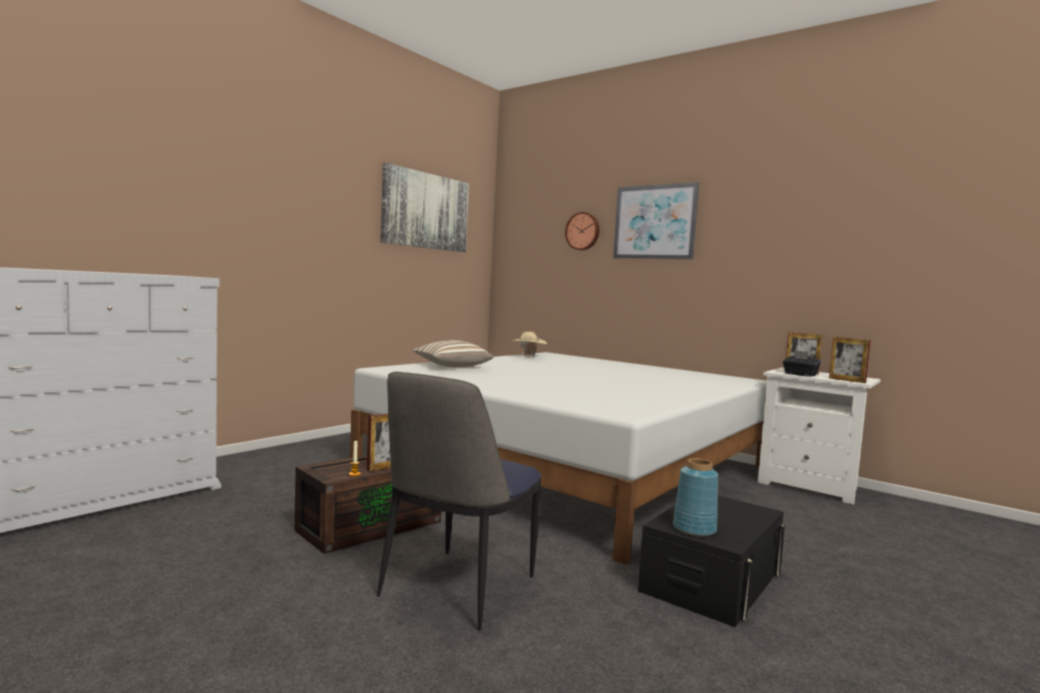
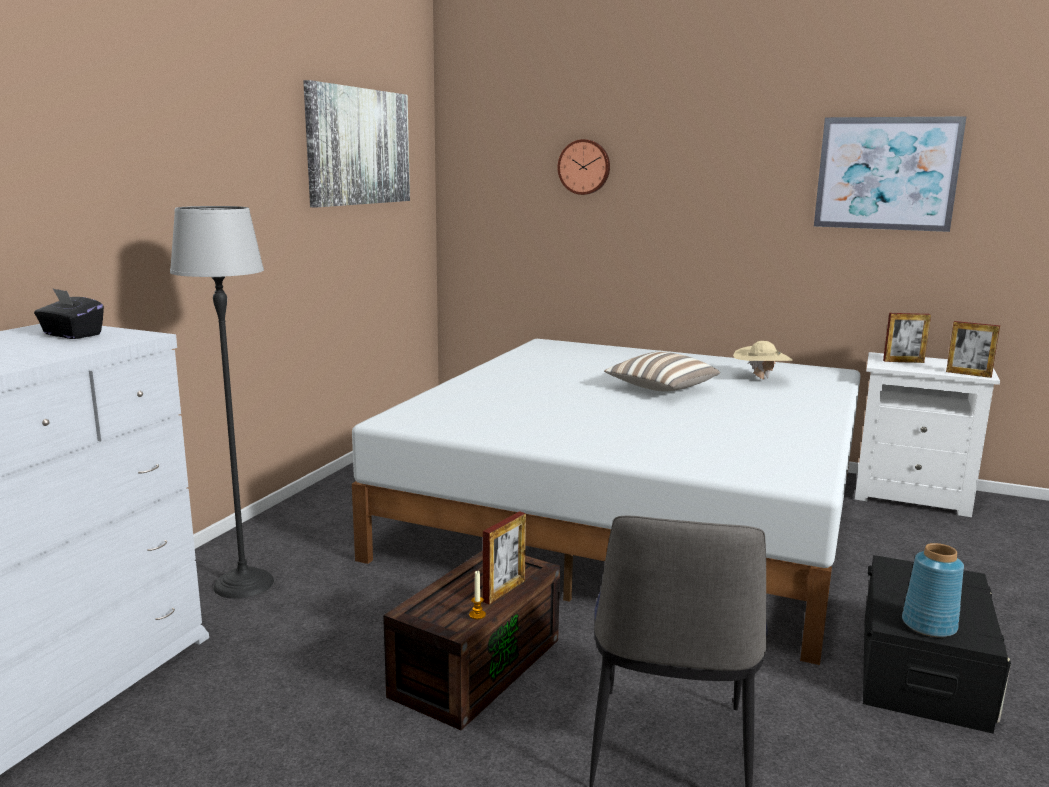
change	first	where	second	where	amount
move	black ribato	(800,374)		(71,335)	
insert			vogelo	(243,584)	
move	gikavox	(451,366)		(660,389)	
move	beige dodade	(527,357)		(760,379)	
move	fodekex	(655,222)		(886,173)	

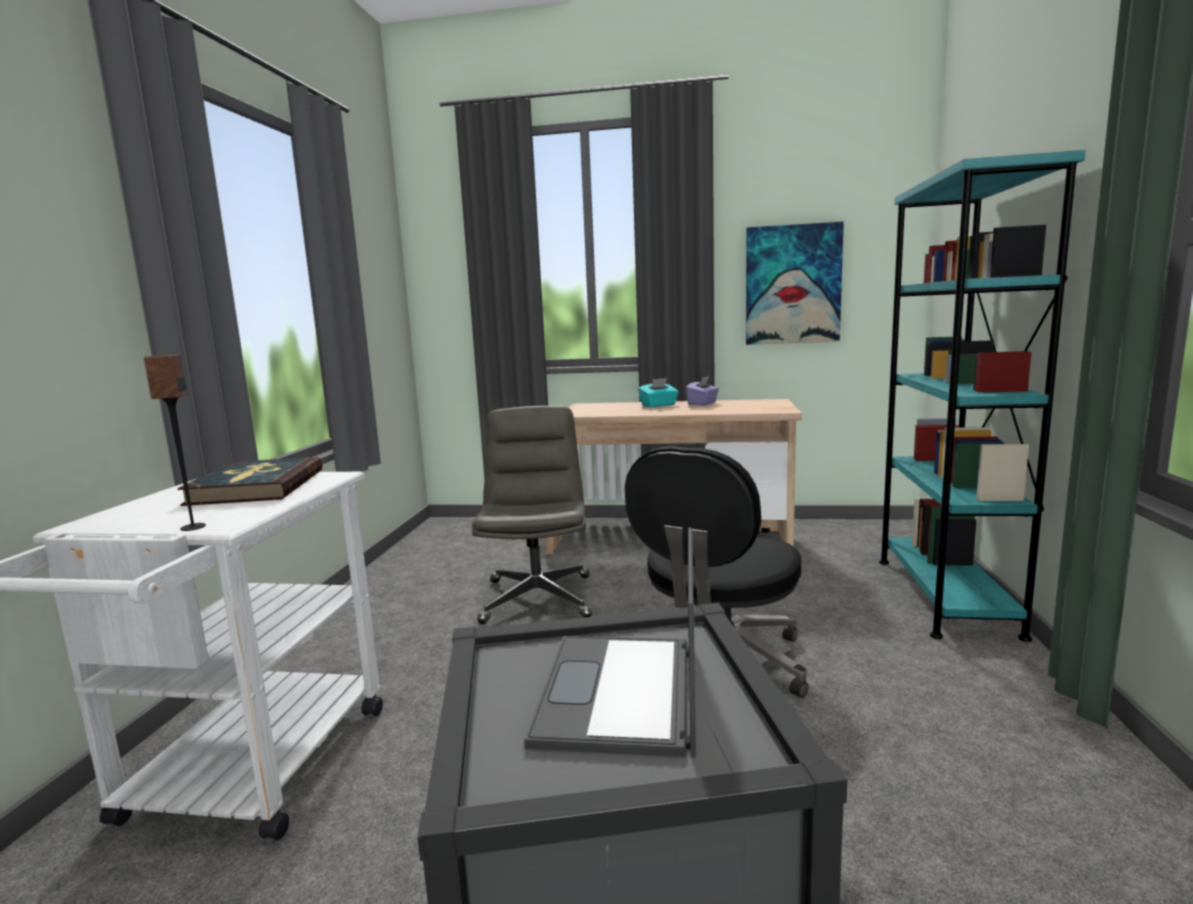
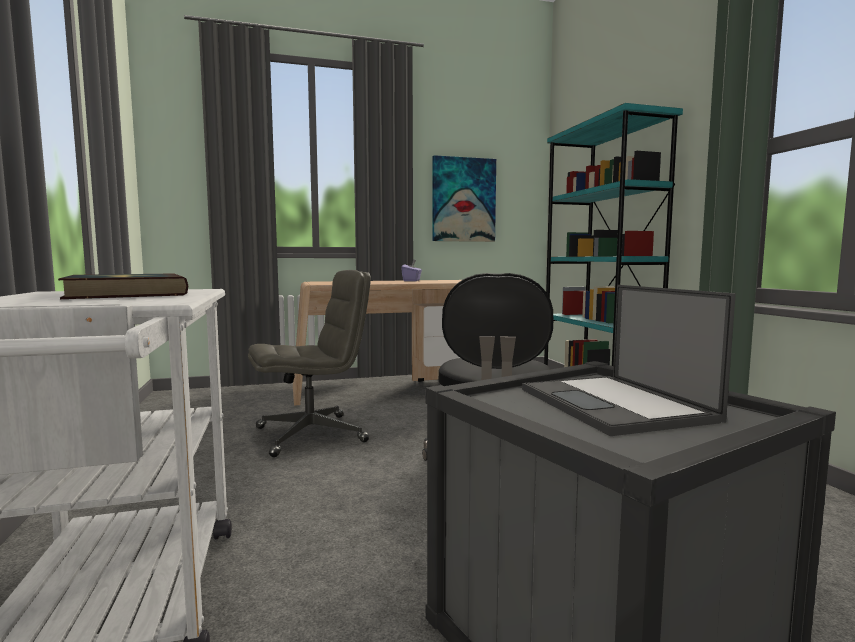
change	first	where	second	where	amount
rotate	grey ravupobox	(537,598)		(312,434)	90 degrees clockwise
delete	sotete	(192,527)			
delete	turquoise ribato	(658,405)			

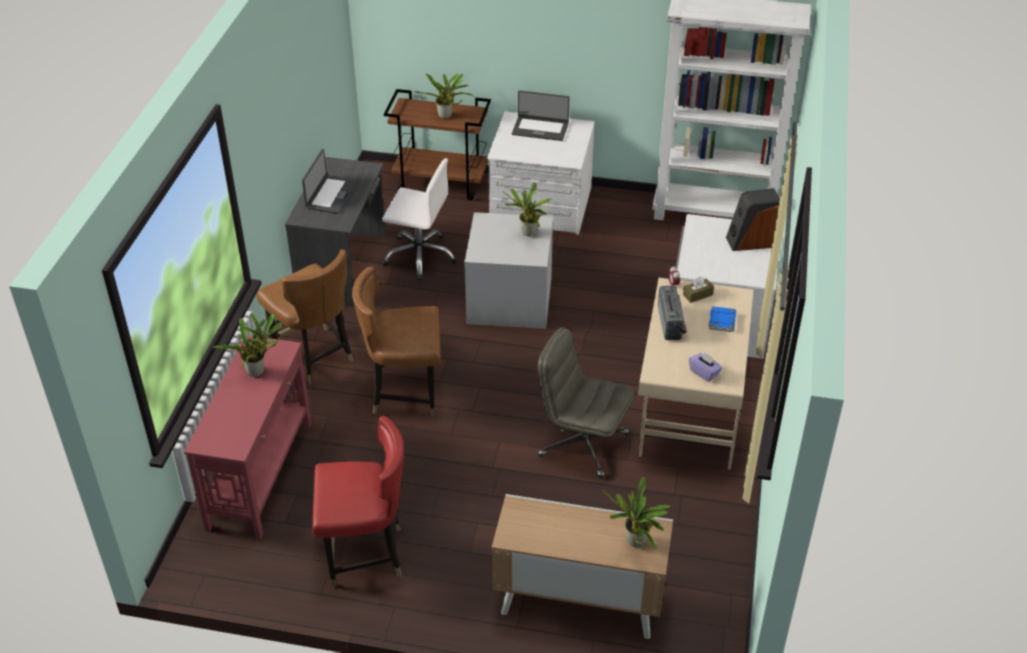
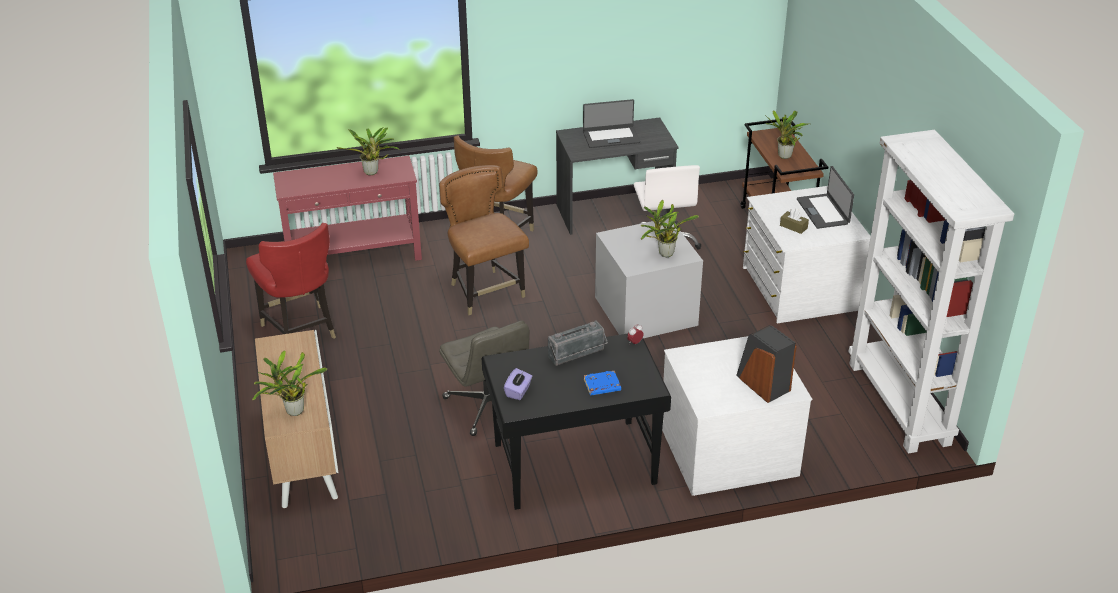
change	first	where	second	where	amount
rotate	grey ravupobox	(582,444)		(488,406)	150 degrees clockwise
recolor	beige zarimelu	(689,414)	black zarimelu	(573,463)	
move	brown ribato	(697,295)		(793,227)	

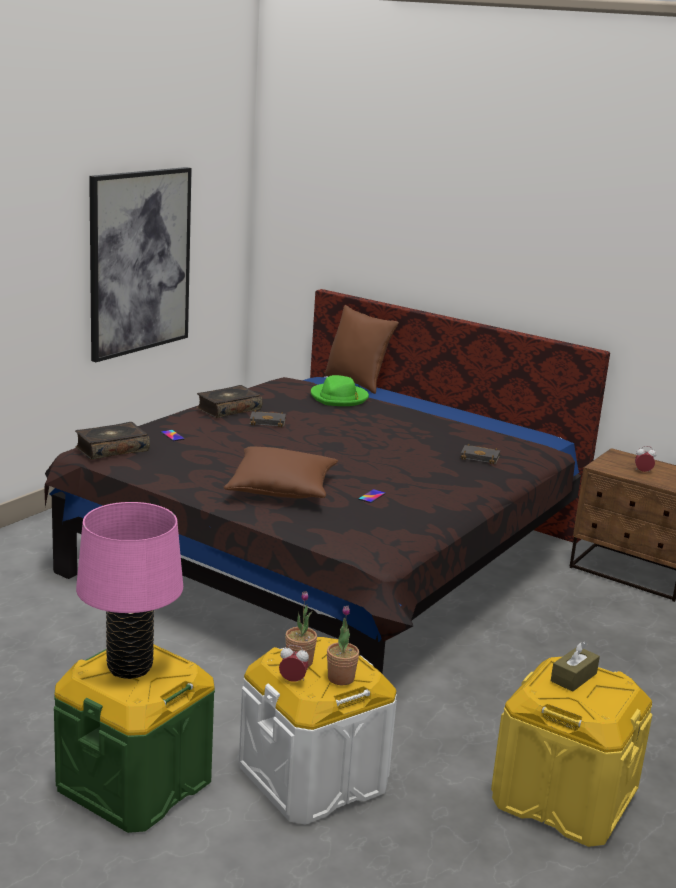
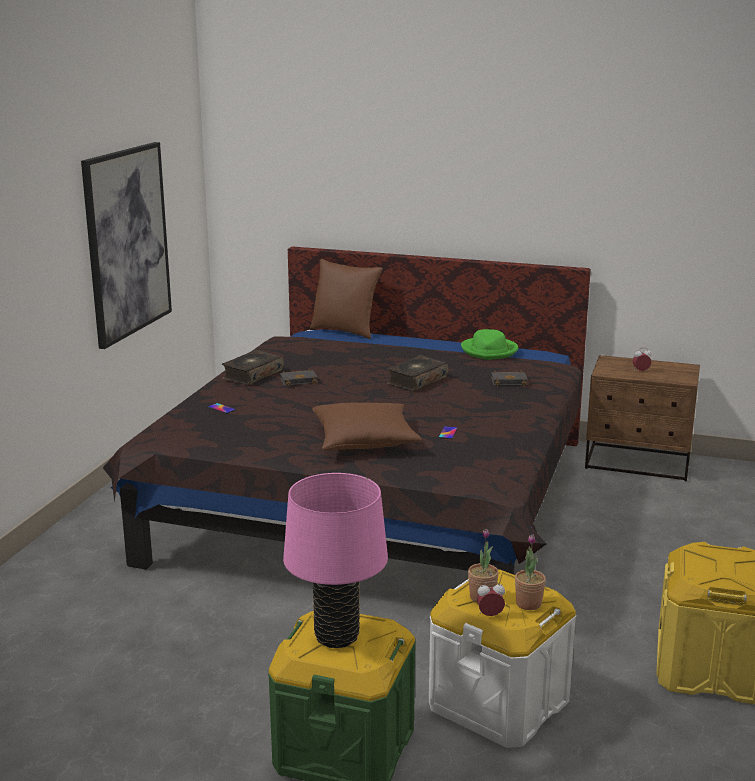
change	first	where	second	where	amount
move	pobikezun	(111,449)		(416,380)	
move	green dodade	(339,398)		(489,351)	
delete	brown ribato	(573,677)			

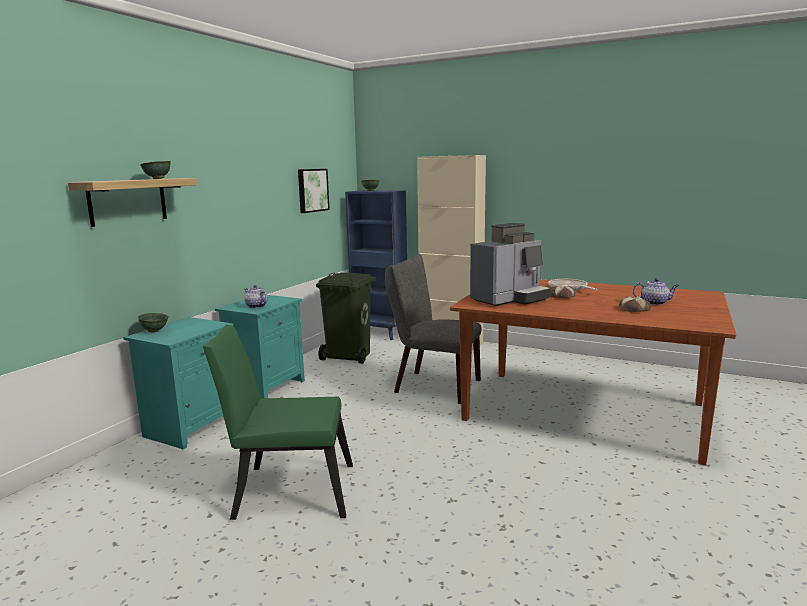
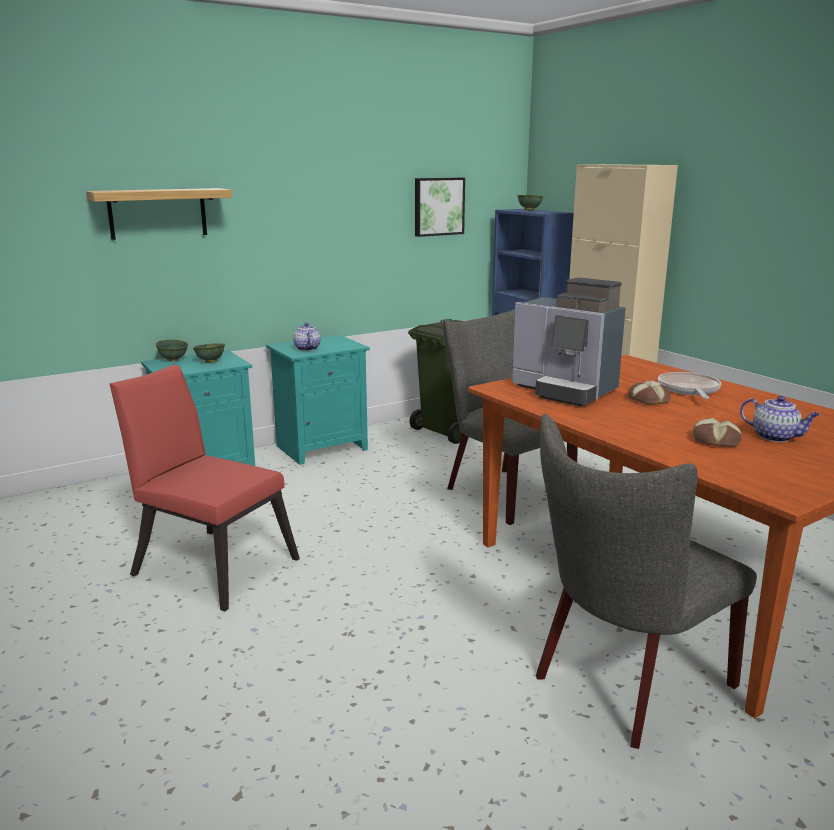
change	first	where	second	where	amount
recolor	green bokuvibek	(287,490)	red bokuvibek	(210,564)	
move	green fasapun	(157,179)		(210,362)	
rotate	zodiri	(510,299)		(565,391)	45 degrees clockwise
insert			grey bokuvibek	(625,684)	

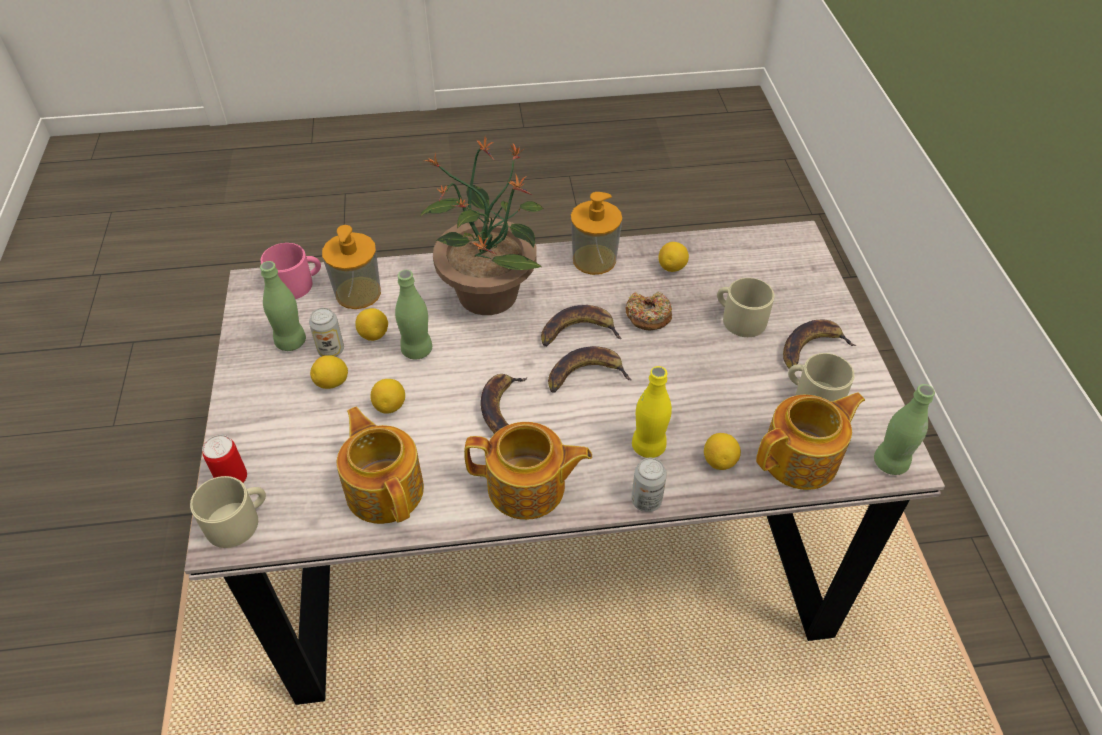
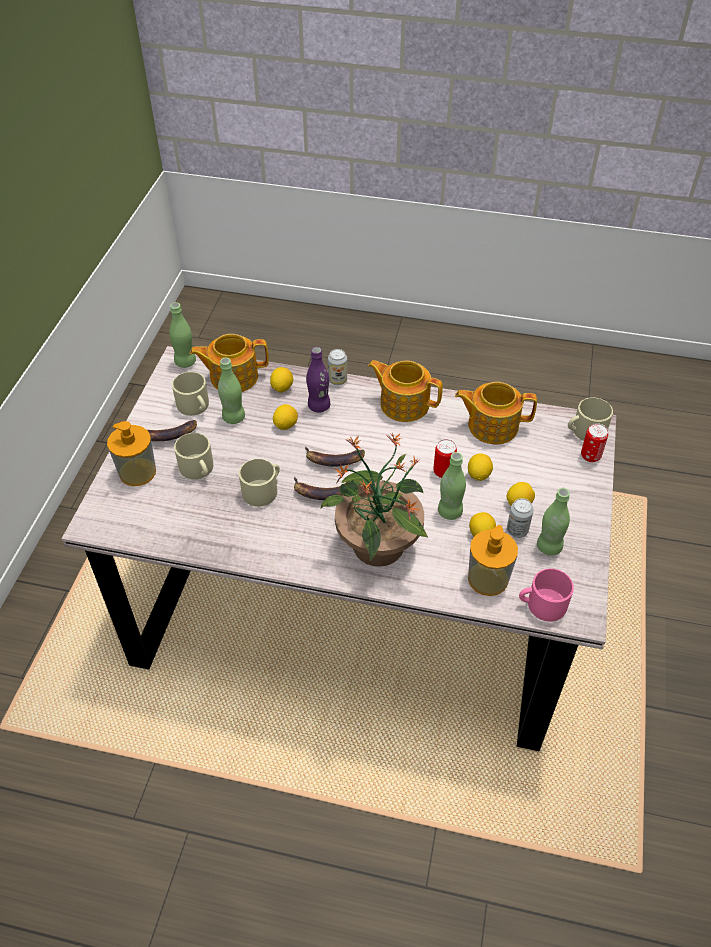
change	first	where	second	where	amount
move	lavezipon	(594,259)		(137,472)	
insert			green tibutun	(233,417)	
replace	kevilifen	(648,316)	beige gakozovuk	(263,490)	
move	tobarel	(672,267)		(285,425)	
recolor	yellow tibutun	(648,446)	purple tibutun	(319,406)	
insert			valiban	(443,472)	
rotate	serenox	(385,488)		(491,425)	105 degrees clockwise
delete	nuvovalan	(503,410)			

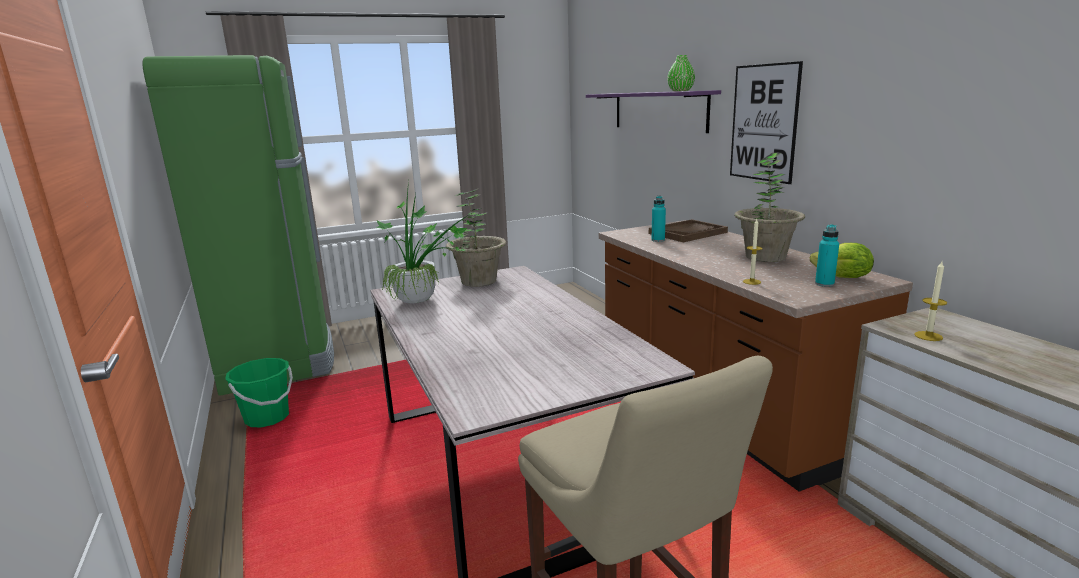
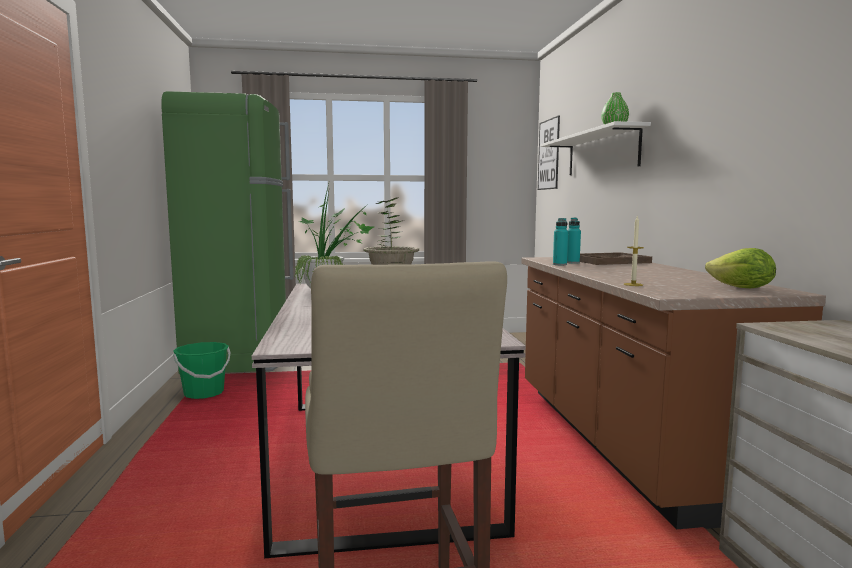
change	first	where	second	where	amount
move	fodekex	(764,123)		(548,154)	
recolor	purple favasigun	(658,111)	white favasigun	(601,153)	
move	turquoise tibutun	(824,284)		(559,264)	
delete	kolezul	(765,257)			
delete	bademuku	(928,336)			

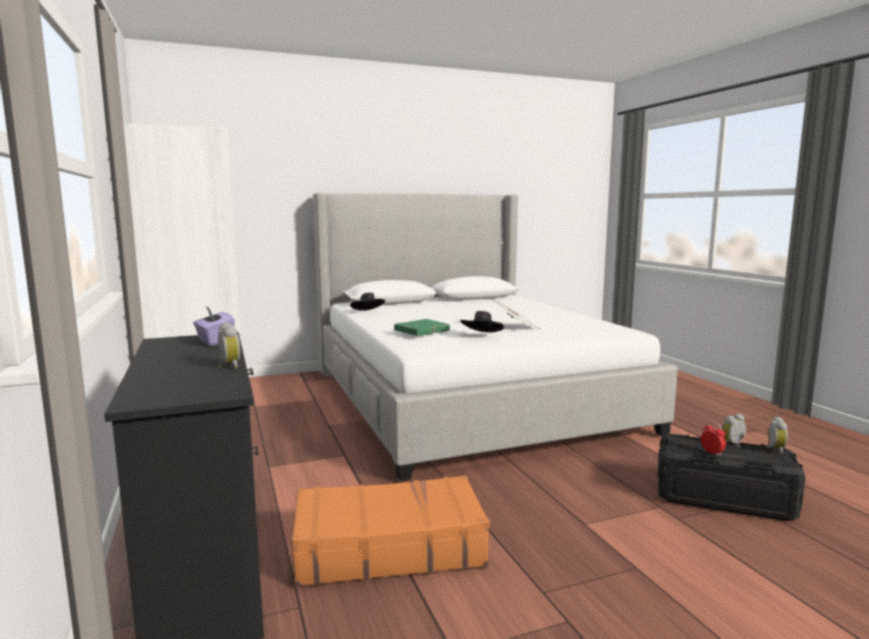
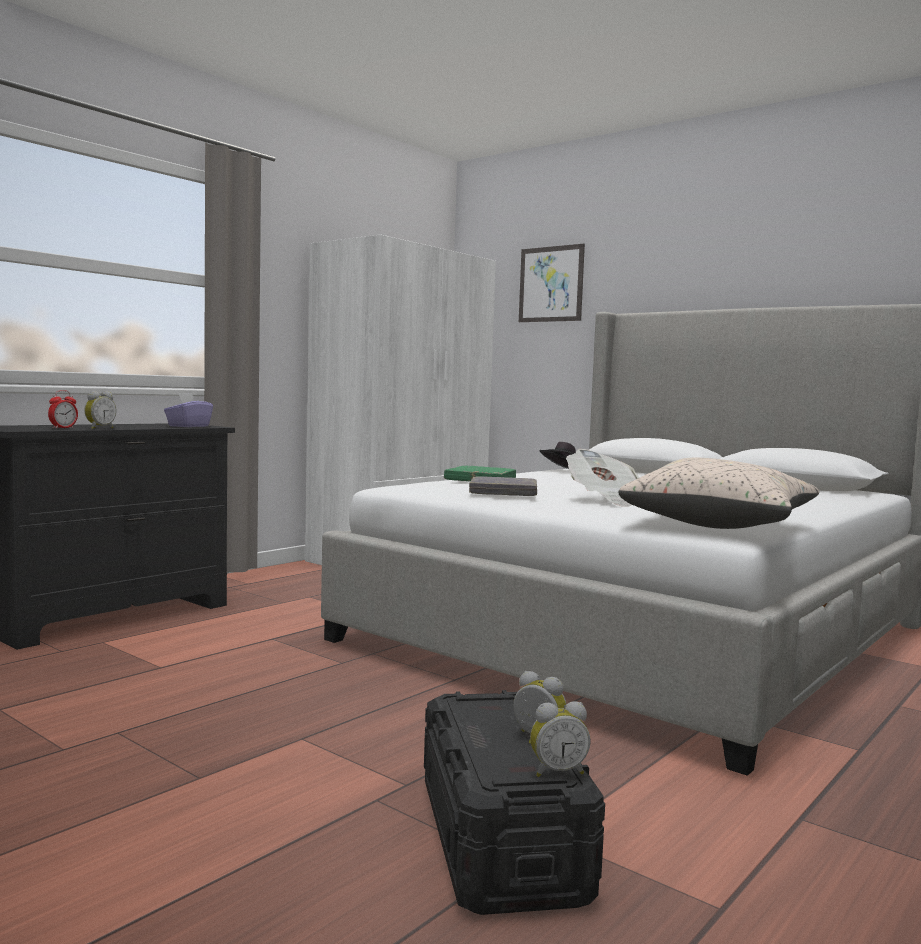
change	first	where	second	where	amount
move	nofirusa	(712,453)		(63,428)	
replace	black dodade	(482,336)	grey pobikezun	(503,492)	
insert			fodekex	(551,284)	
insert			beige gikavox	(719,525)	
delete	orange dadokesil	(388,547)			

